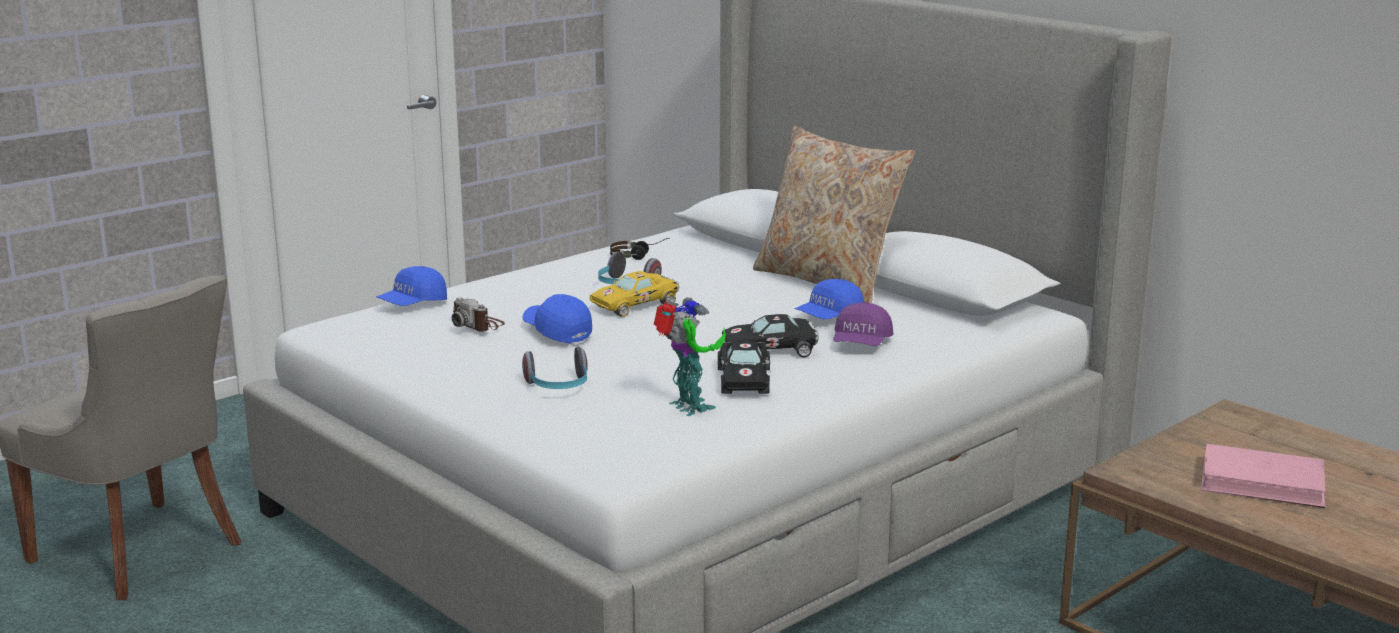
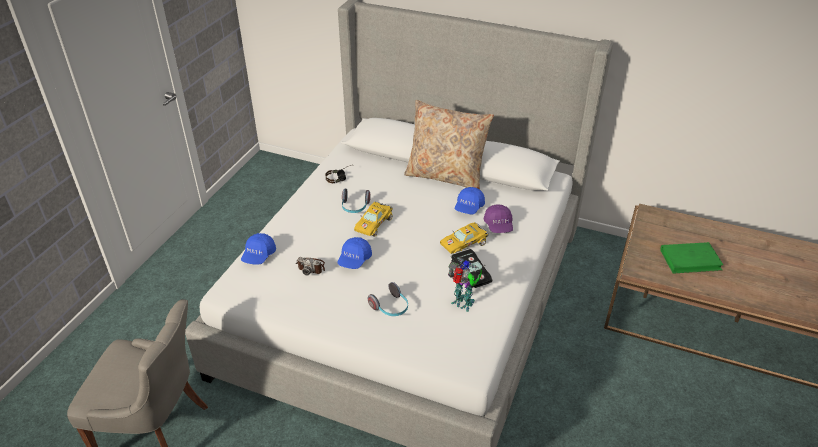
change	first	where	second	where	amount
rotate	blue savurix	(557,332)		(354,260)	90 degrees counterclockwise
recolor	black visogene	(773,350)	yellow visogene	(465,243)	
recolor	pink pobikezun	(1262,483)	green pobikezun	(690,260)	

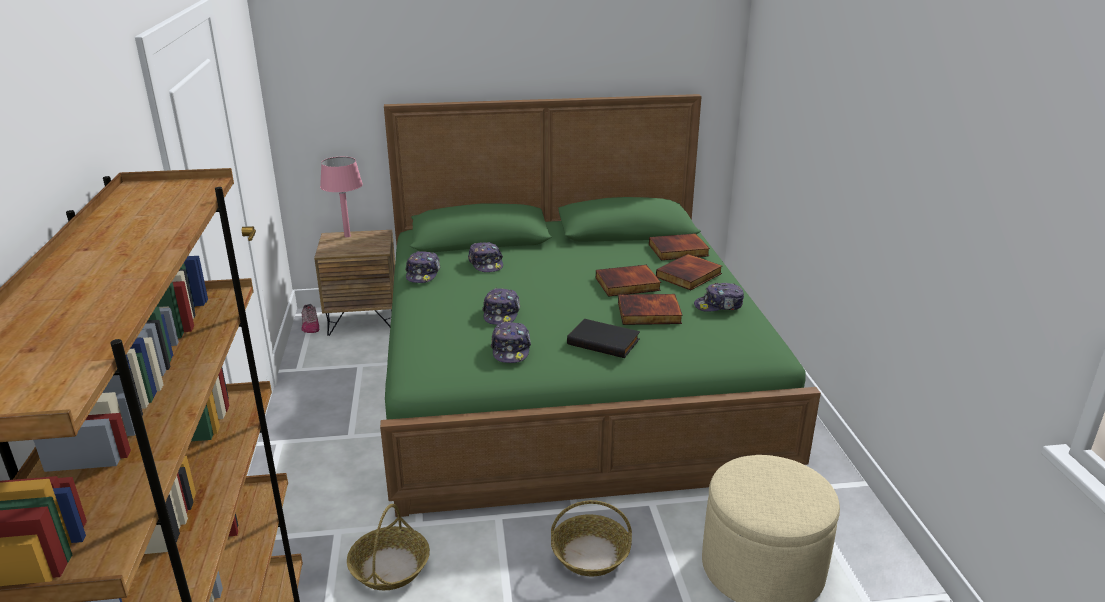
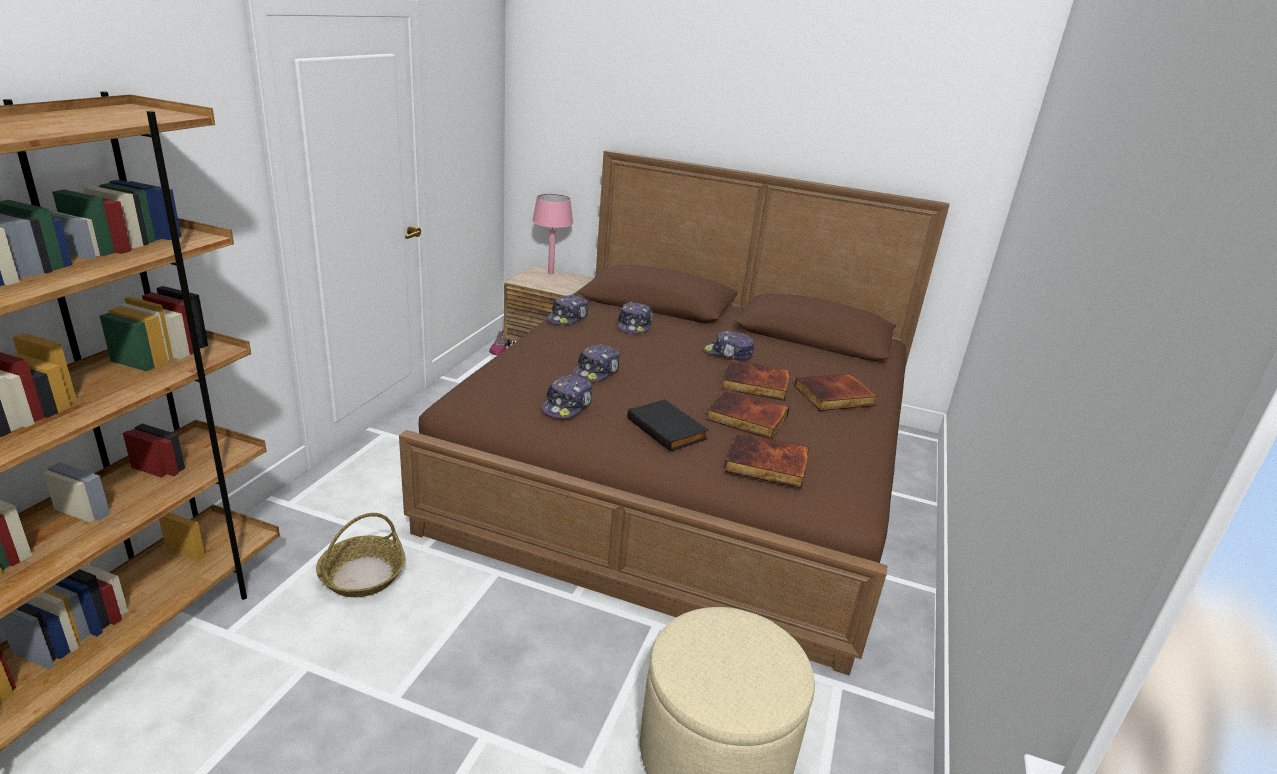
change	first	where	second	where	amount
recolor	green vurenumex	(569,377)	brown vurenumex	(686,469)	
move	savurix	(719,305)		(728,353)	
move	pobikezun	(678,250)		(766,465)	
delete	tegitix	(591,554)			

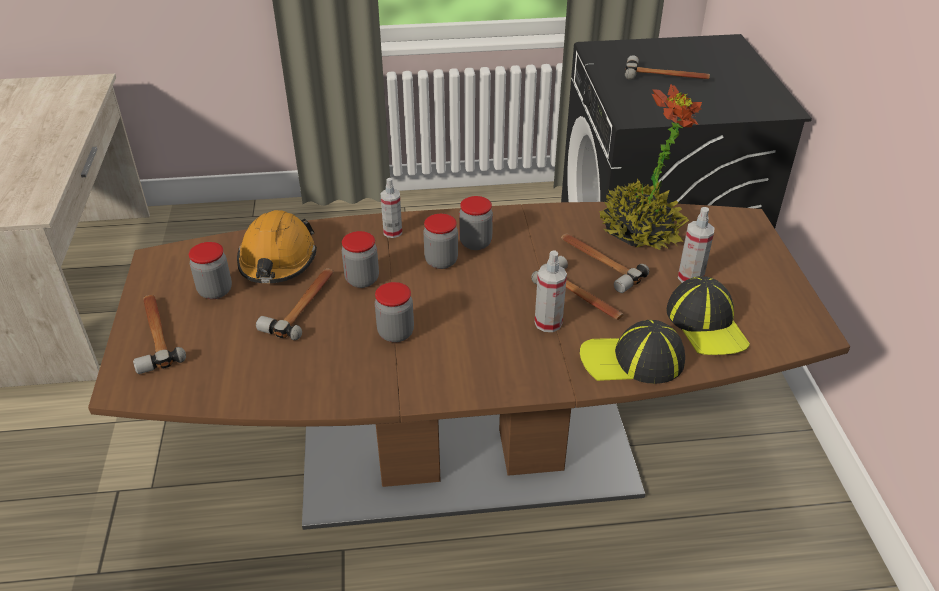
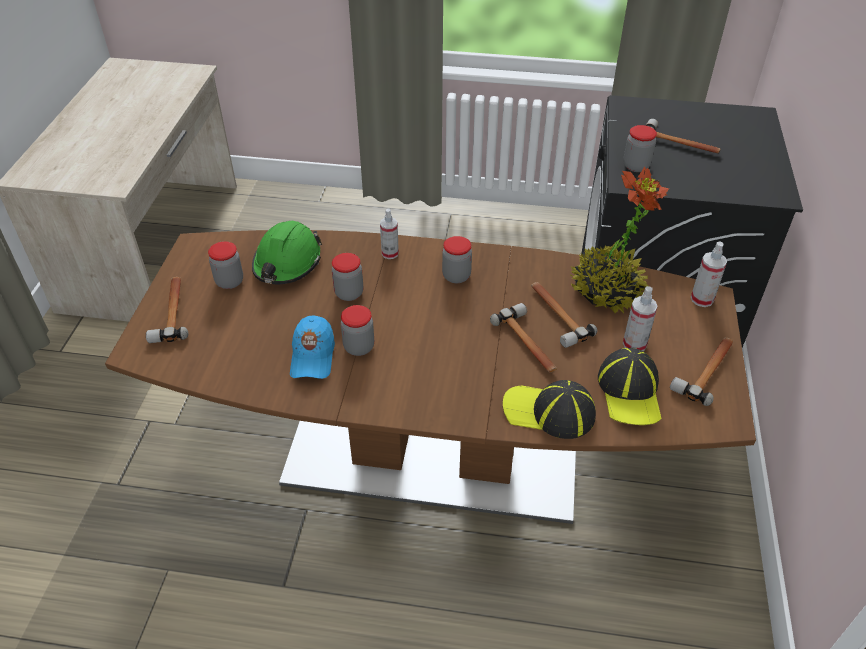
change	first	where	second	where	amount
recolor	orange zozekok	(277,260)	green zozekok	(287,263)	
insert			blue savurix	(313,356)	
move	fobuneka	(441,261)		(636,166)	
move	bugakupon	(303,305)		(707,370)	
move	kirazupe	(548,323)		(702,299)	

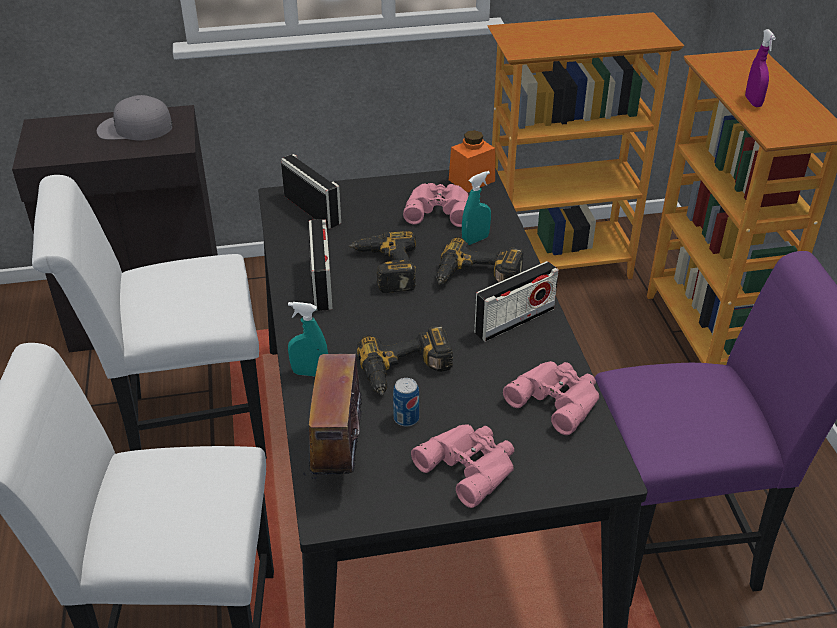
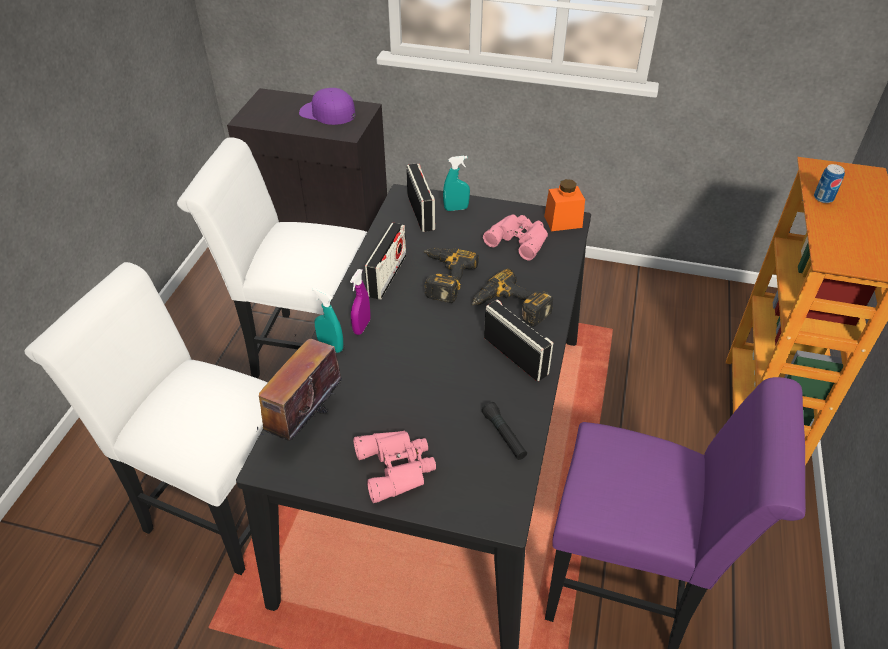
change	first	where	second	where	amount
recolor	grey savurix	(134,128)	purple savurix	(327,113)	
move	purple kirazupe	(753,102)		(362,327)	
move	turquoise kirazupe	(475,240)		(456,208)	
replace	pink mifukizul	(557,399)	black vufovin	(504,436)	
rotate	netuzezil	(514,321)		(515,355)	120 degrees counterclockwise
move	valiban	(406,418)		(823,198)	
delete	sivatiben	(406,372)			
delete	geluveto	(558,265)			

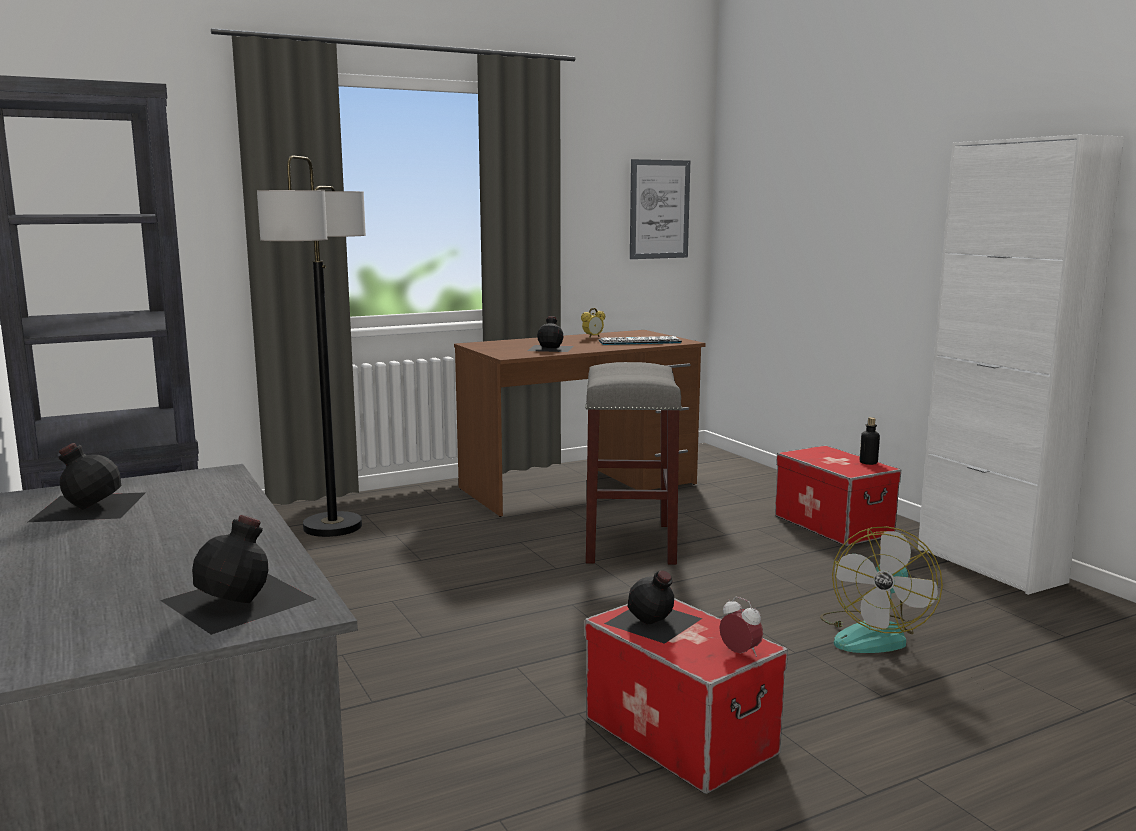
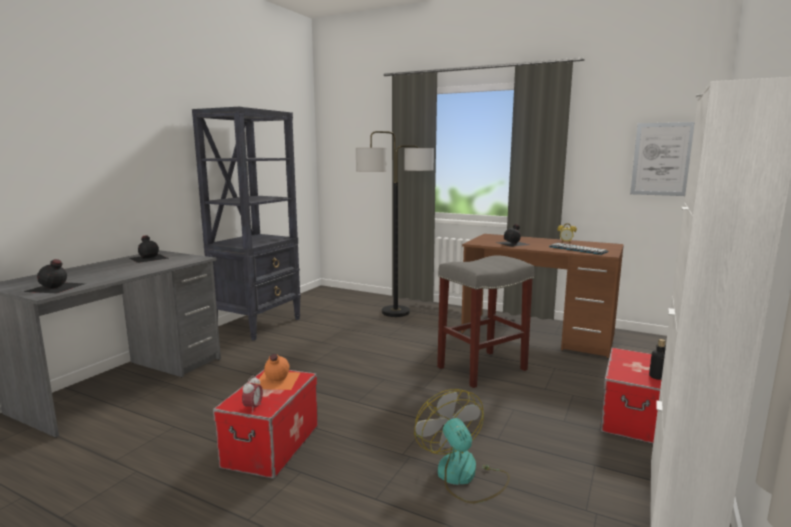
change	first	where	second	where	amount
recolor	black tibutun	(653,621)	orange tibutun	(276,380)	
rotate	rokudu	(874,634)		(463,476)	75 degrees clockwise

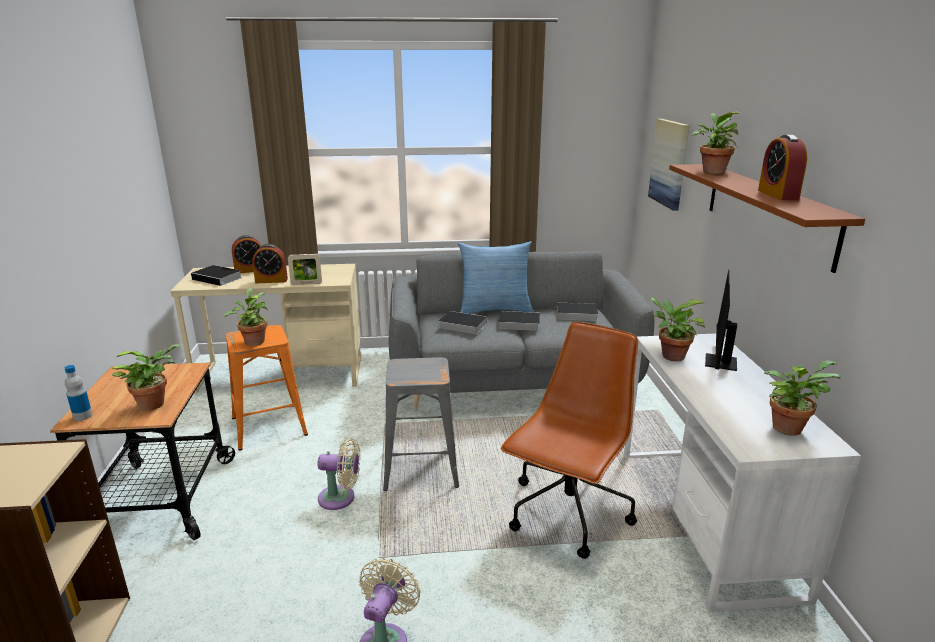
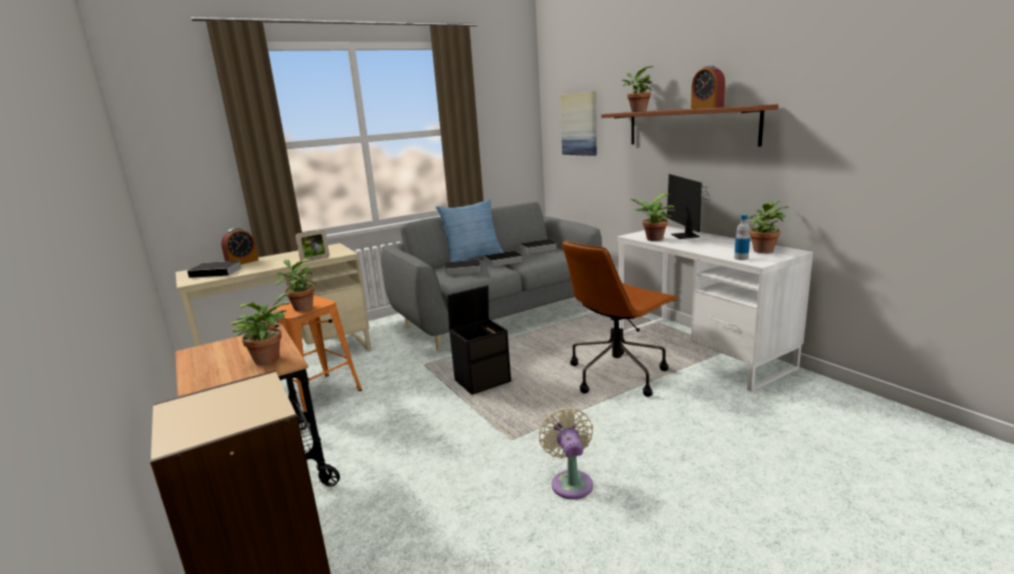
change	first	where	second	where	amount
replace	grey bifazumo	(421,466)	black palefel	(483,380)	
rotate	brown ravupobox	(568,514)		(617,374)	135 degrees counterclockwise
move	tibutun	(83,416)		(741,258)	
delete	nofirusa	(271,280)			
delete	beige rokudu	(340,498)			

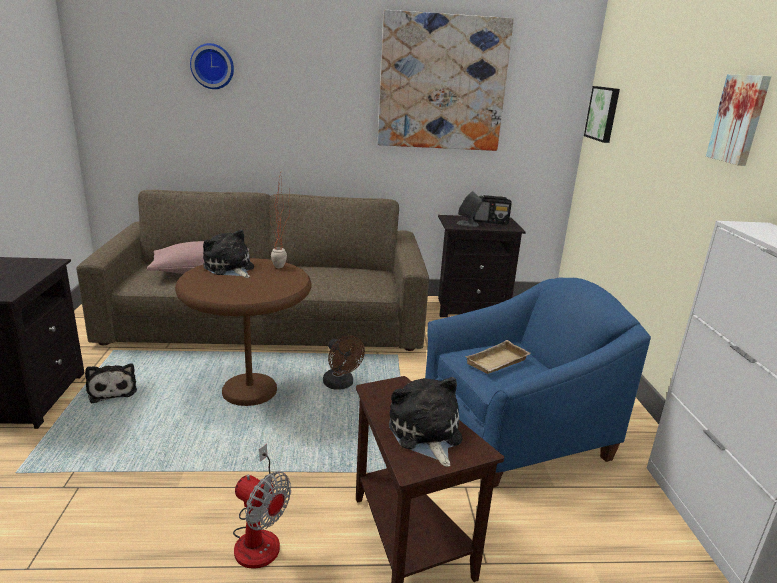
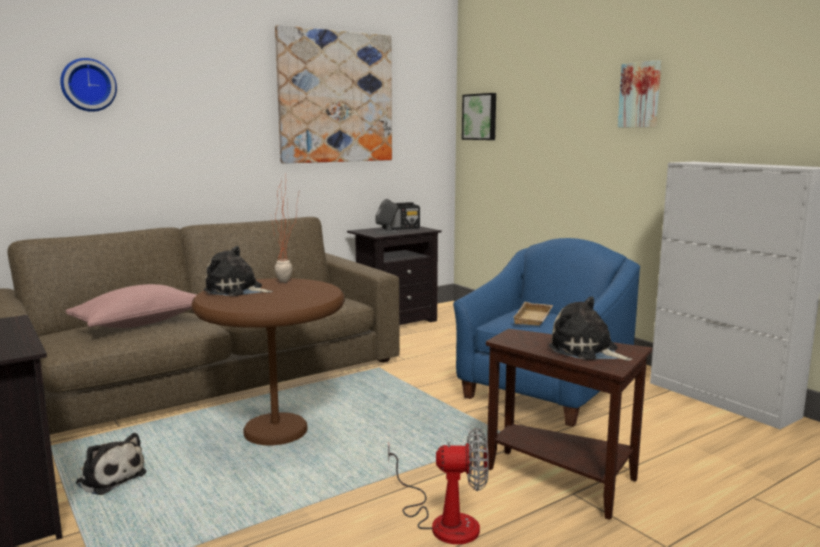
change	first	where	second	where	amount
delete	brown rokudu	(341,385)			

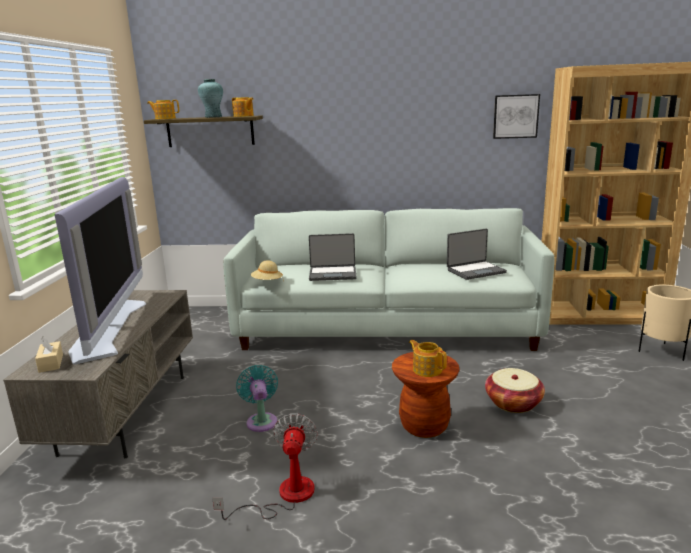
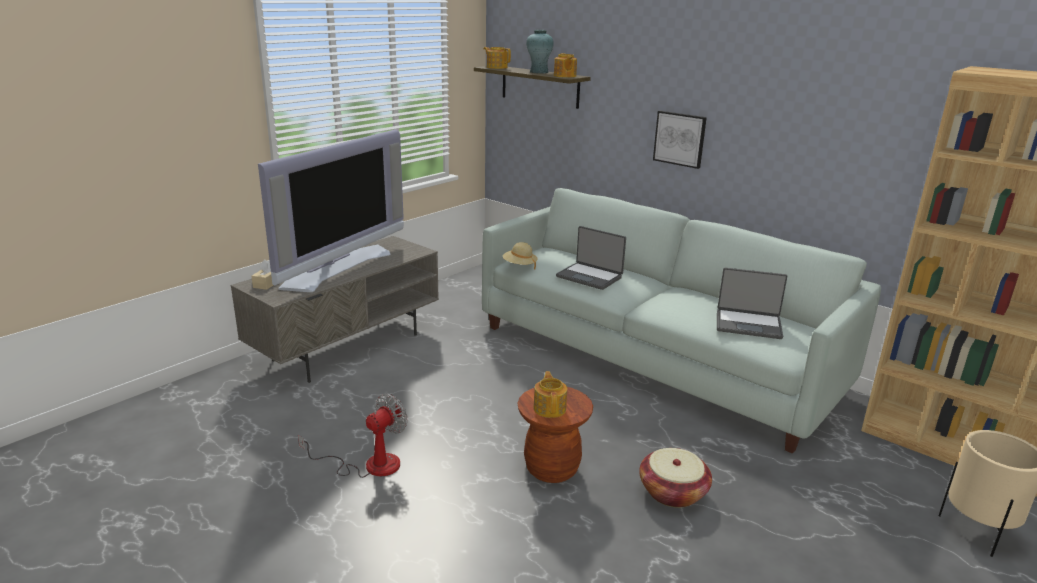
change	first	where	second	where	amount
move	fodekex	(515,116)		(679,139)	
delete	turquoise rokudu	(261,420)			

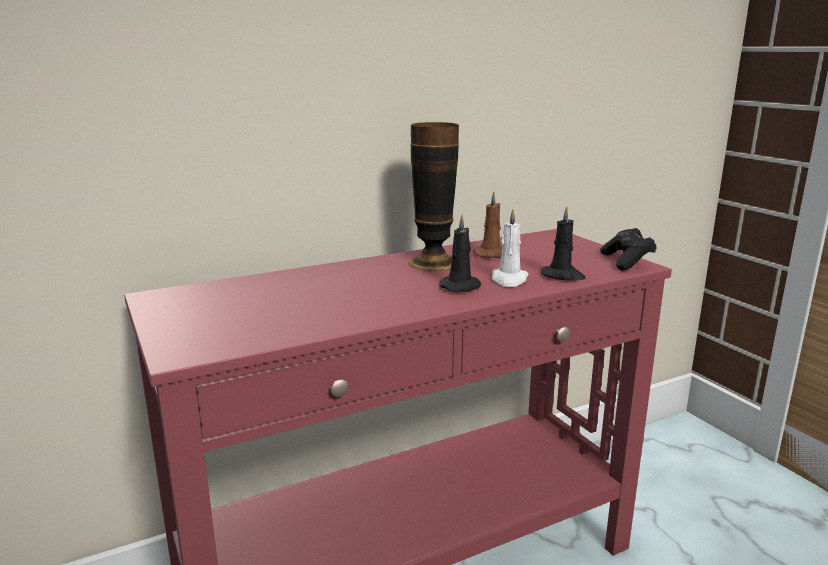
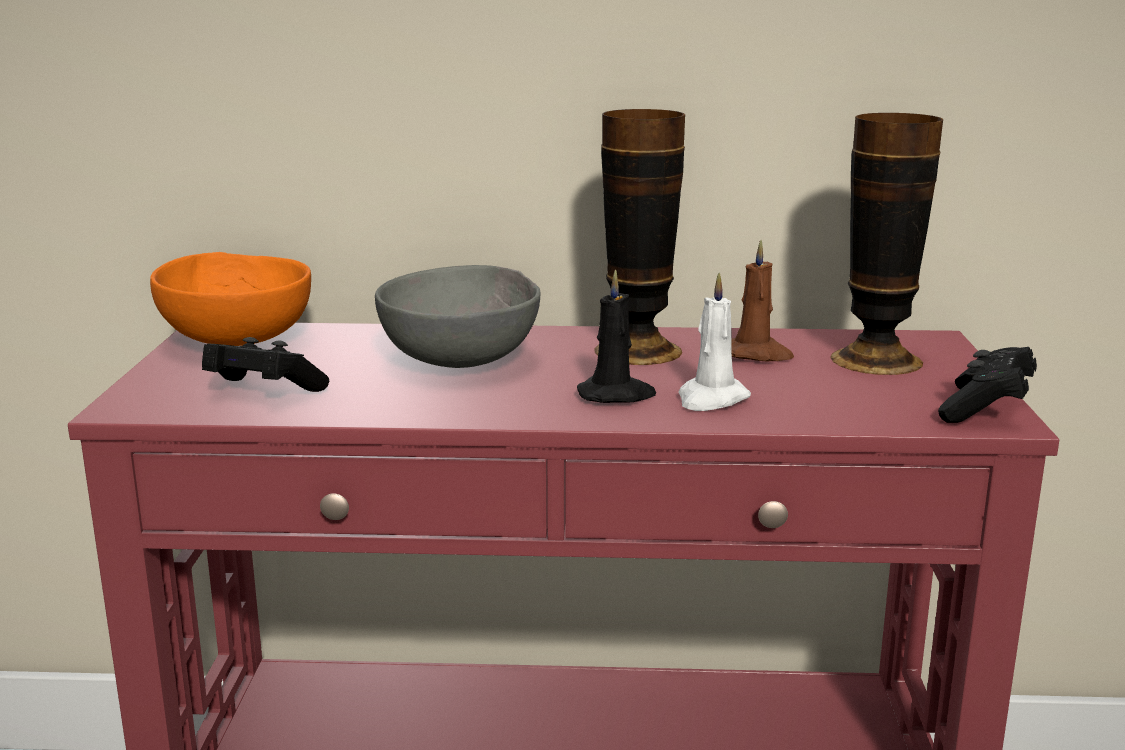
change	first	where	second	where	amount
insert			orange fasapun	(239,340)	
insert			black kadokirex	(261,393)	
insert			grey fasapun	(465,361)	
insert			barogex	(876,359)	
delete	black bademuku	(563,276)			

